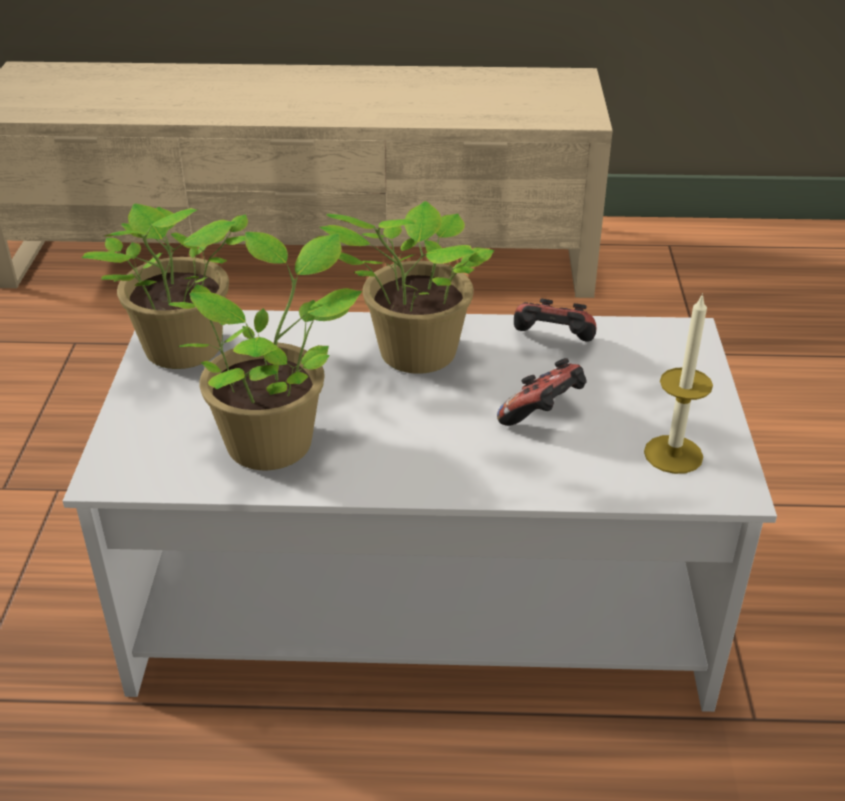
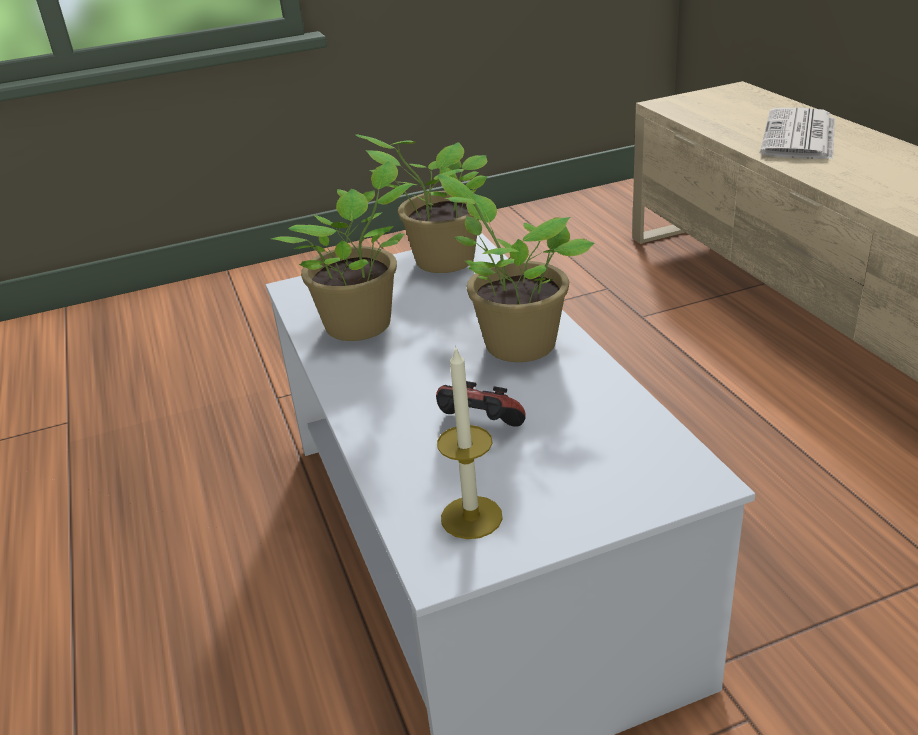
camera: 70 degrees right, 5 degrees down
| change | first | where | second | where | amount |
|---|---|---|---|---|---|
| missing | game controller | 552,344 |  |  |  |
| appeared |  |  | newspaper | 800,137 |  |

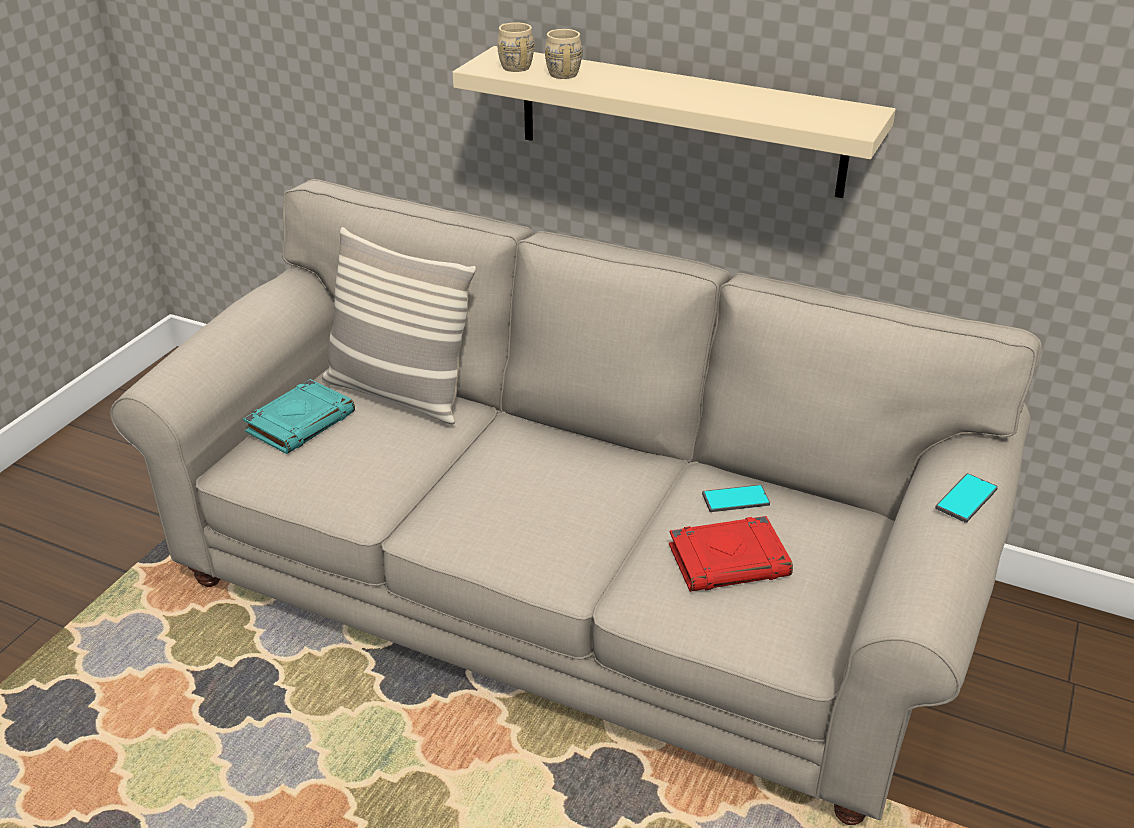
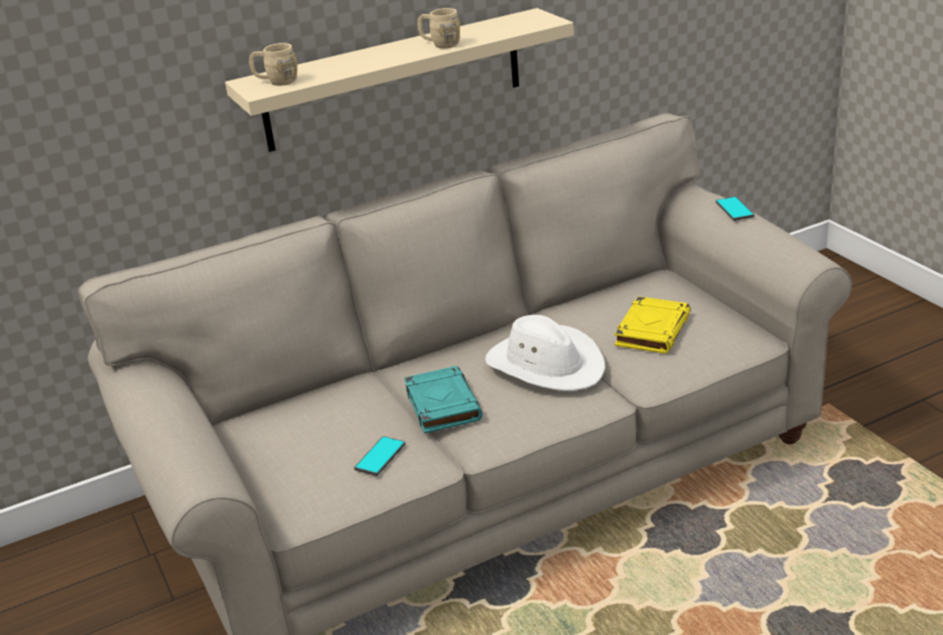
camera: 50 degrees left, 5 degrees down
| change | first | where | second | where | amount |
|---|---|---|---|---|---|
| missing | pillow | 398,394 |  |  |  |
| appeared |  |  | white hat | 546,364 |  |
| relocated | turquoise book | 301,422 |  | 442,404 |  |
| relocated | beige mug | 562,71 |  | 440,44 |  |
| relocated | phone | 735,499 |  | 380,457 |  |
| colour | red book | 729,560 | yellow book | 652,330 |  |

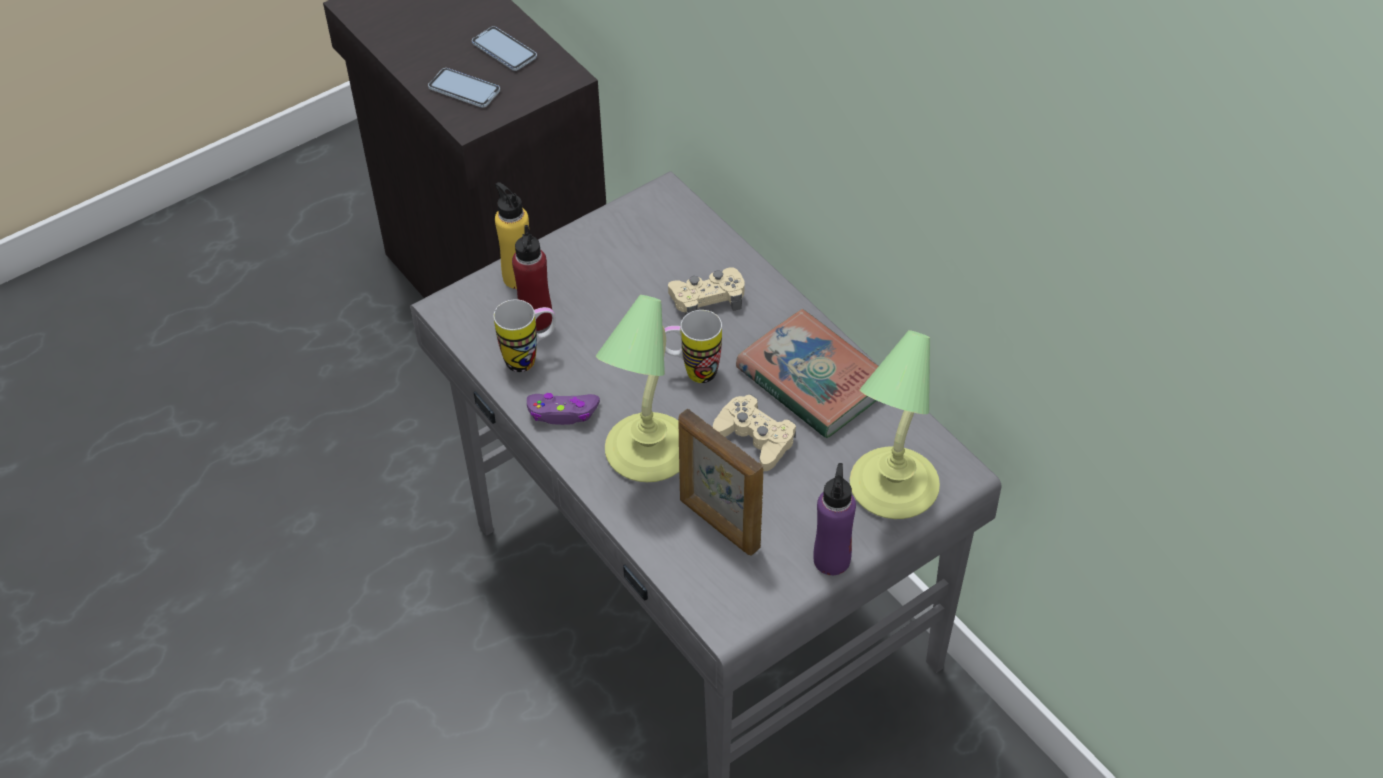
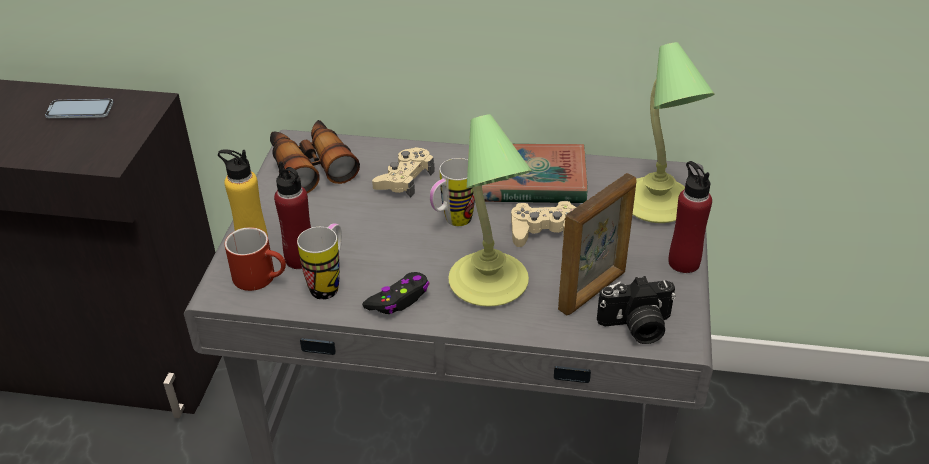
camera: 45 degrees left, 10 degrees down
| change | first | where | second | where | amount |
|---|---|---|---|---|---|
| missing | phone | 464,89 |  |  |  |
| appeared |  |  | red mug | 262,277 |  |
| appeared |  |  | binoculars | 311,165 |  |
| appeared |  |  | photo camera | 636,327 |  |
| colour | purple game controller | 563,413 | black game controller | 399,299 |  |
| colour | purple bottle | 832,560 | red bottle | 683,262 |  |
| spun | picture frame | 718,524 |  | 593,291 | 45 degrees counterclockwise |

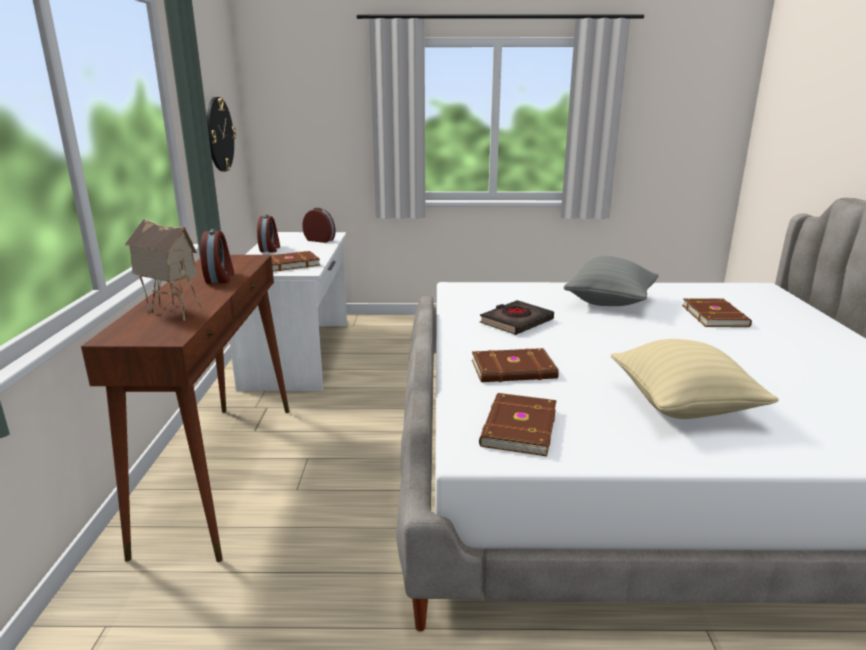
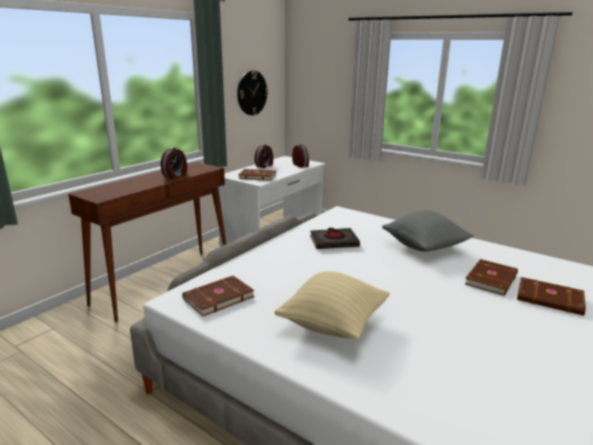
camera: 35 degrees right, 0 degrees up
| change | first | where | second | where | amount |
|---|---|---|---|---|---|
| missing | toy house | 171,312 |  |  |  |
| relocated | brown book | 514,370 |  | 550,299 |  |

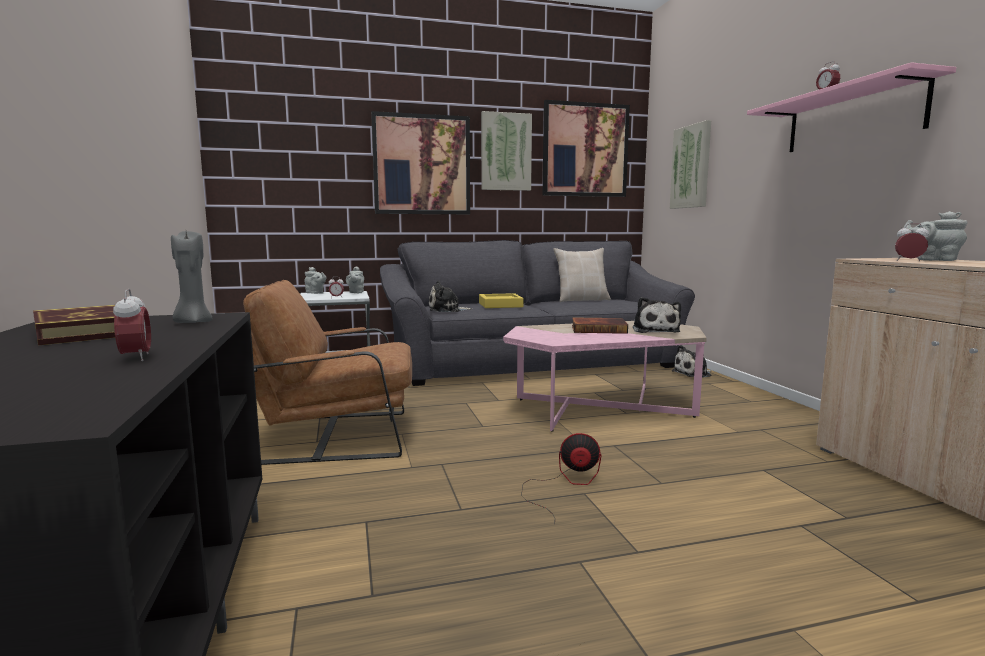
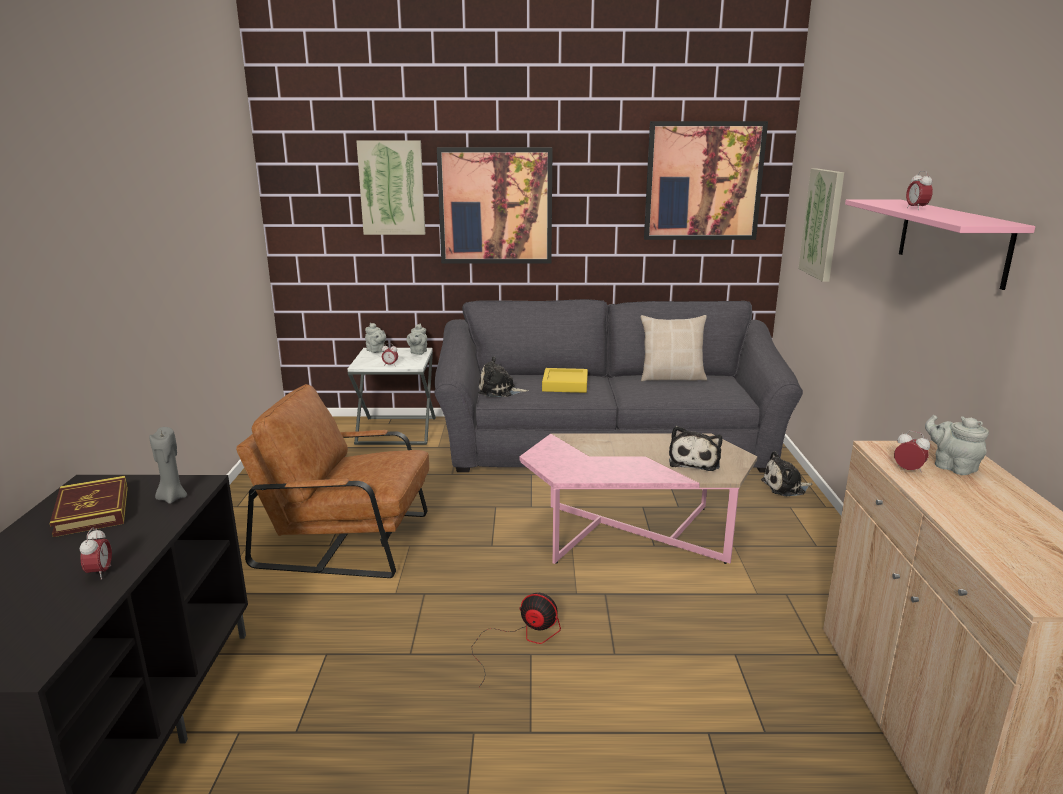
camera: 15 degrees right, 10 degrees up
| change | first | where | second | where | amount |
|---|---|---|---|---|---|
| missing | book | 599,329 |  |  |  |
| relocated | picture | 506,152 |  | 392,188 |  |

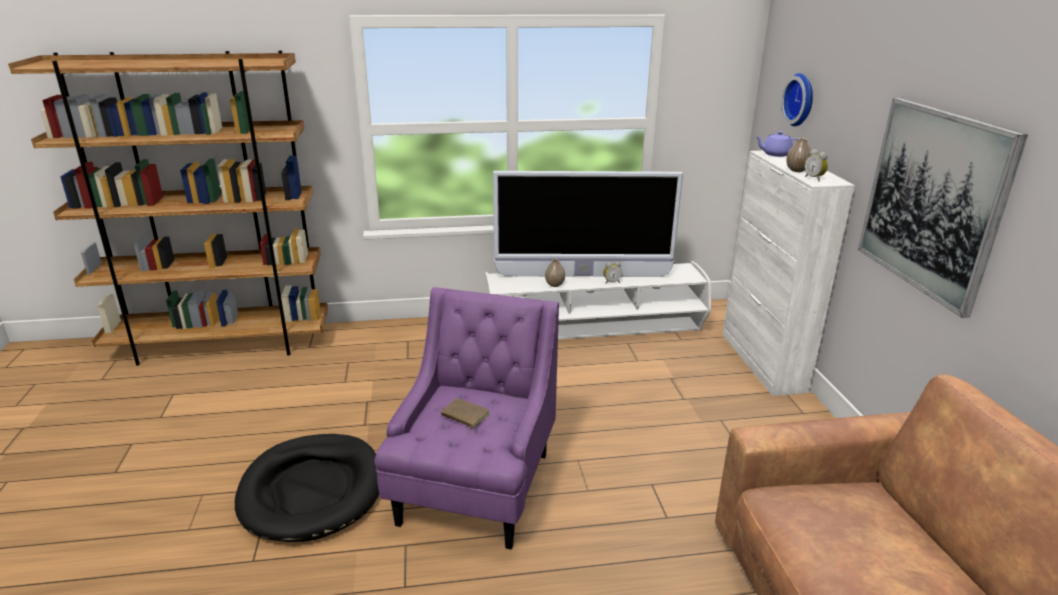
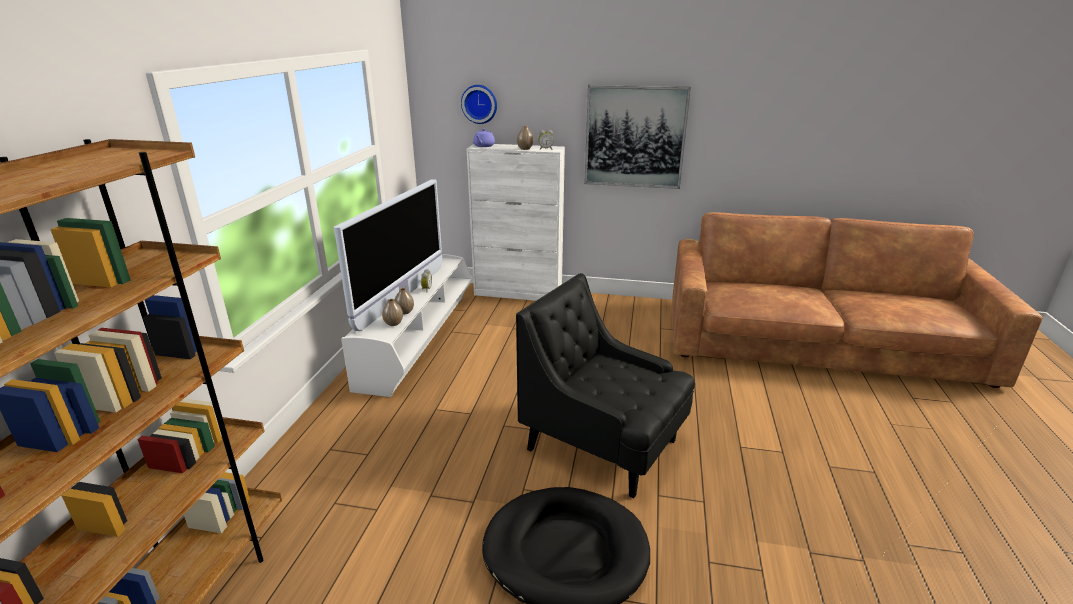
camera: 70 degrees left, 0 degrees up
| change | first | where | second | where | amount |
|---|---|---|---|---|---|
| missing | brown book | 464,416 |  |  |  |
| appeared |  |  | vase | 393,323 |  |
| colour | purple armchair | 475,490 | black armchair | 603,446 |  |

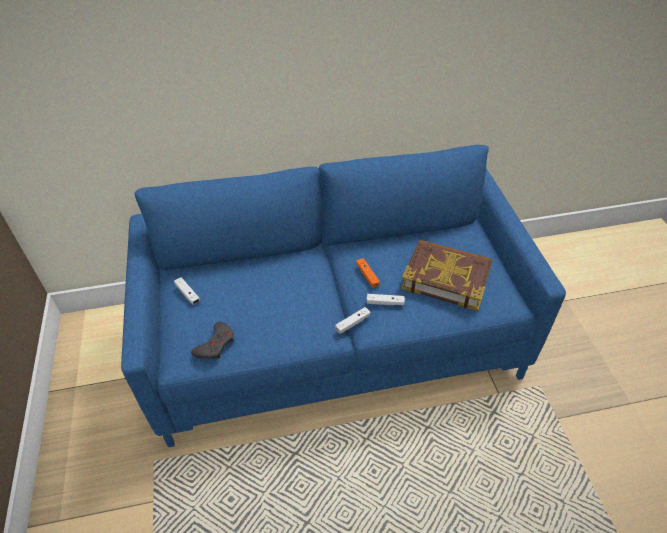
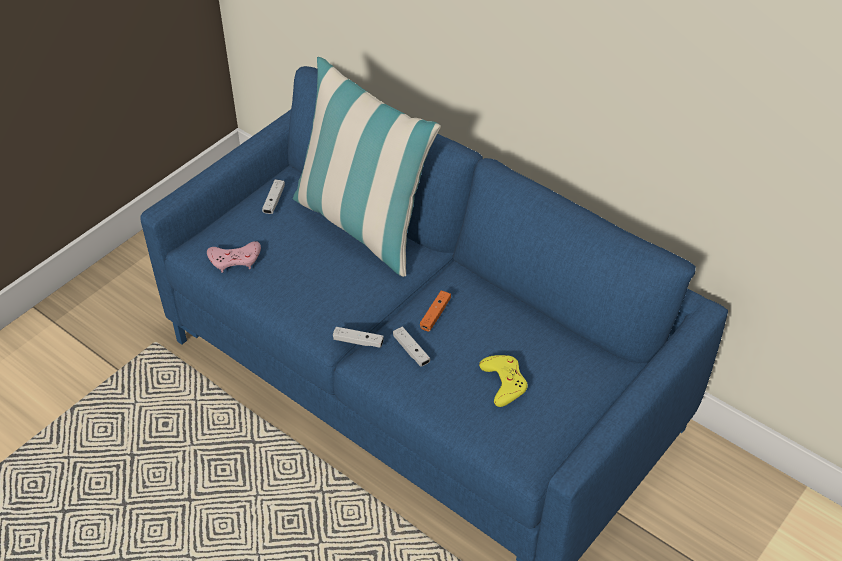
camera: 50 degrees right, 0 degrees up
| change | first | where | second | where | amount |
|---|---|---|---|---|---|
| appeared |  |  | pillow | 362,225 |  |
| exchanged | book | 446,277 | yellow game controller | 504,382 |  |
| colour | grey game controller | 215,344 | pink game controller | 235,259 |  |

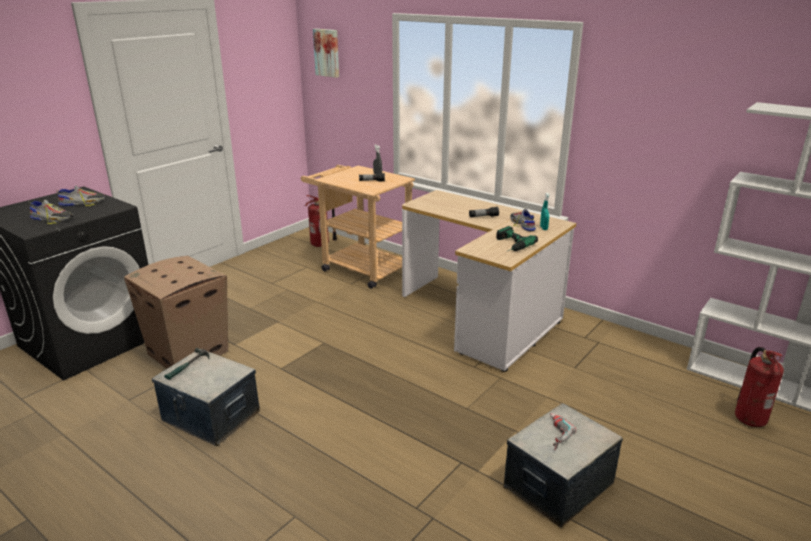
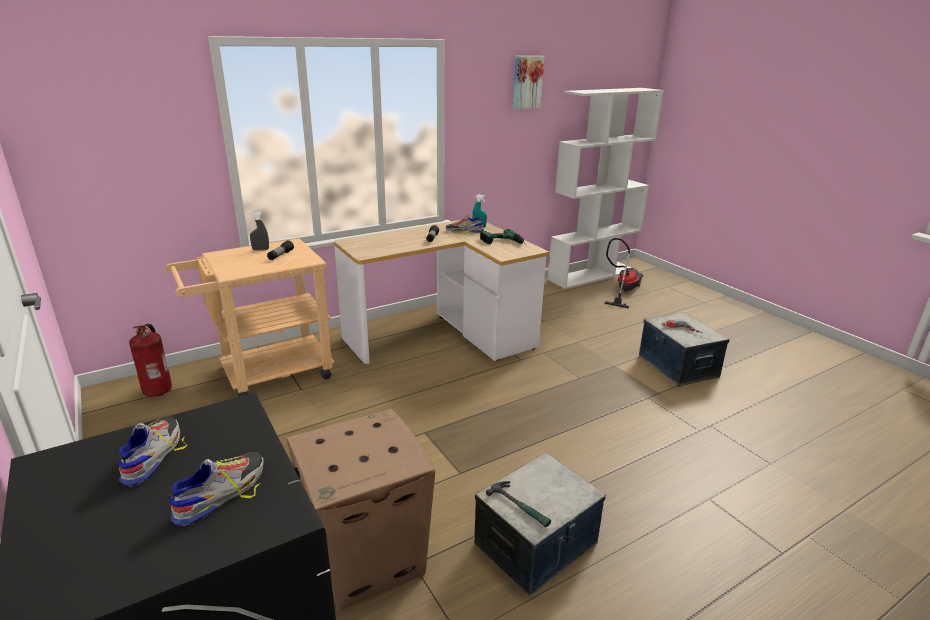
camera: 70 degrees left, 0 degrees up
| change | first | where | second | where | amount |
|---|---|---|---|---|---|
| relocated | picture | 327,52 |  | 526,82 |  |
| exchanged | fire extinguisher | 749,418 | vacuum cleaner | 622,290 |  |

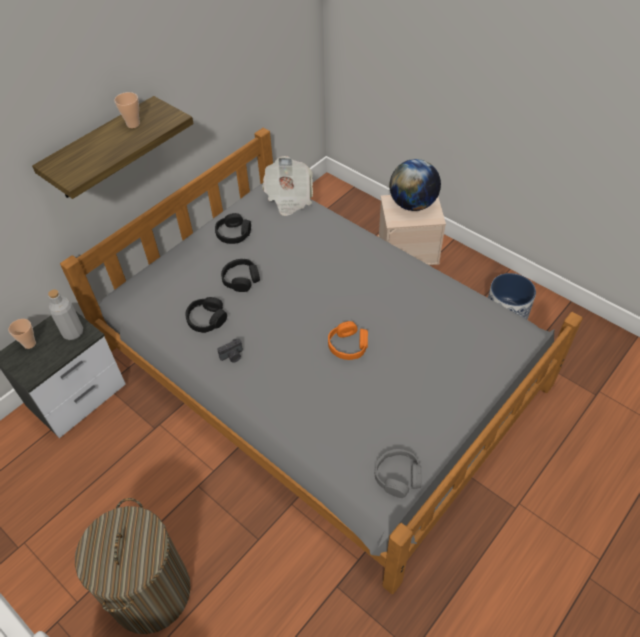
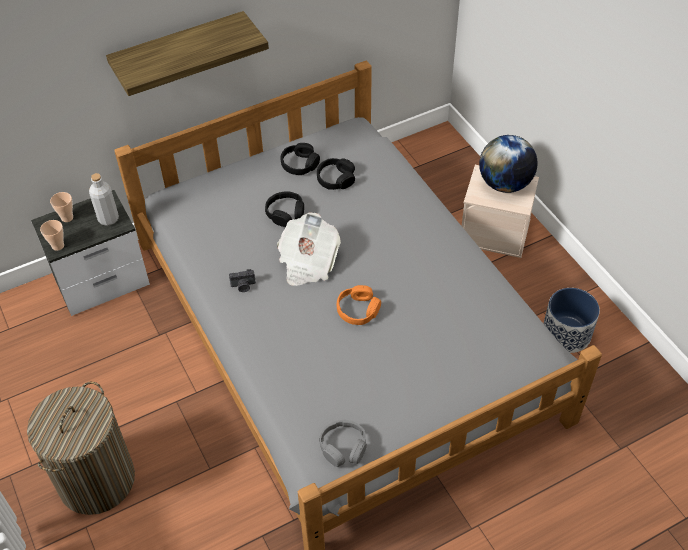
camera: 20 degrees right, 0 degrees up
| change | first | where | second | where | amount |
|---|---|---|---|---|---|
| relocated | cup | 133,124 |  | 58,246 |  |
| relocated | black headphones | 206,319 |  | 336,179 |  |
| relocated | newspaper | 289,197 |  | 307,262 |  |

